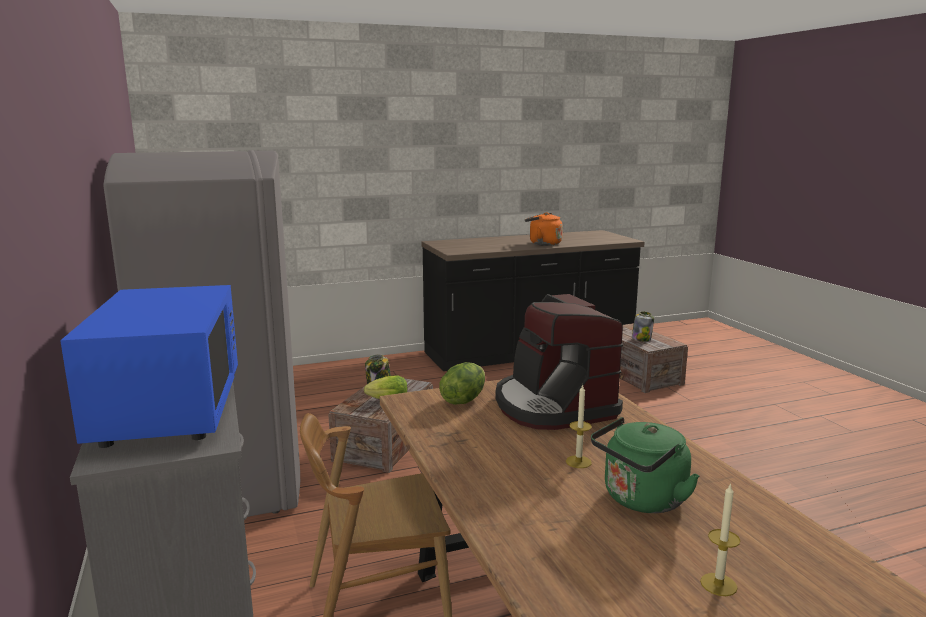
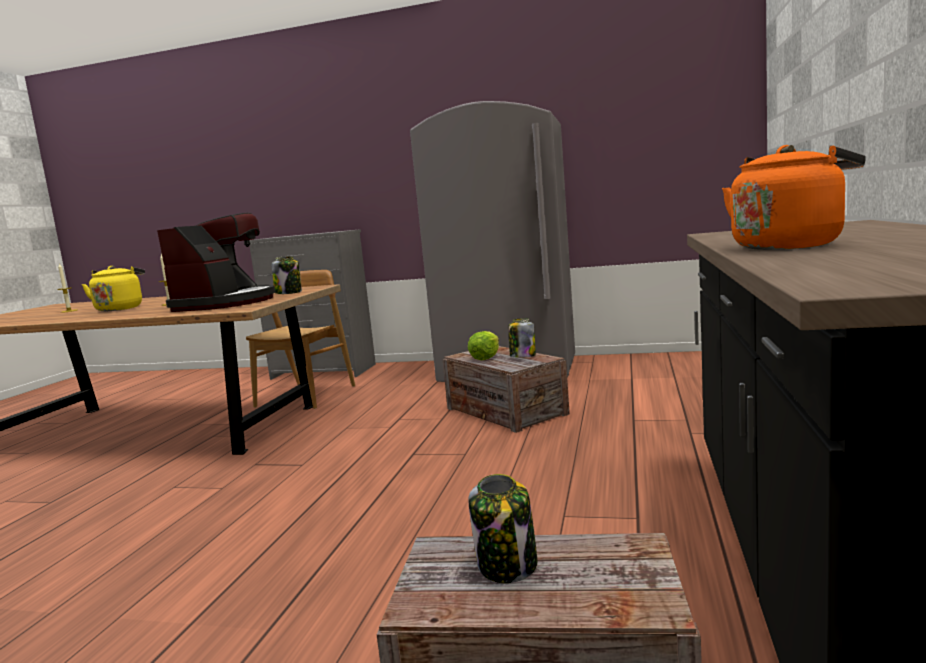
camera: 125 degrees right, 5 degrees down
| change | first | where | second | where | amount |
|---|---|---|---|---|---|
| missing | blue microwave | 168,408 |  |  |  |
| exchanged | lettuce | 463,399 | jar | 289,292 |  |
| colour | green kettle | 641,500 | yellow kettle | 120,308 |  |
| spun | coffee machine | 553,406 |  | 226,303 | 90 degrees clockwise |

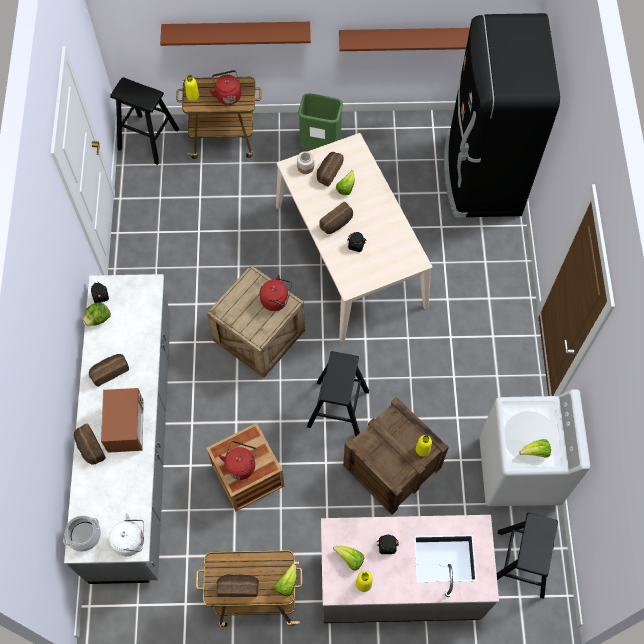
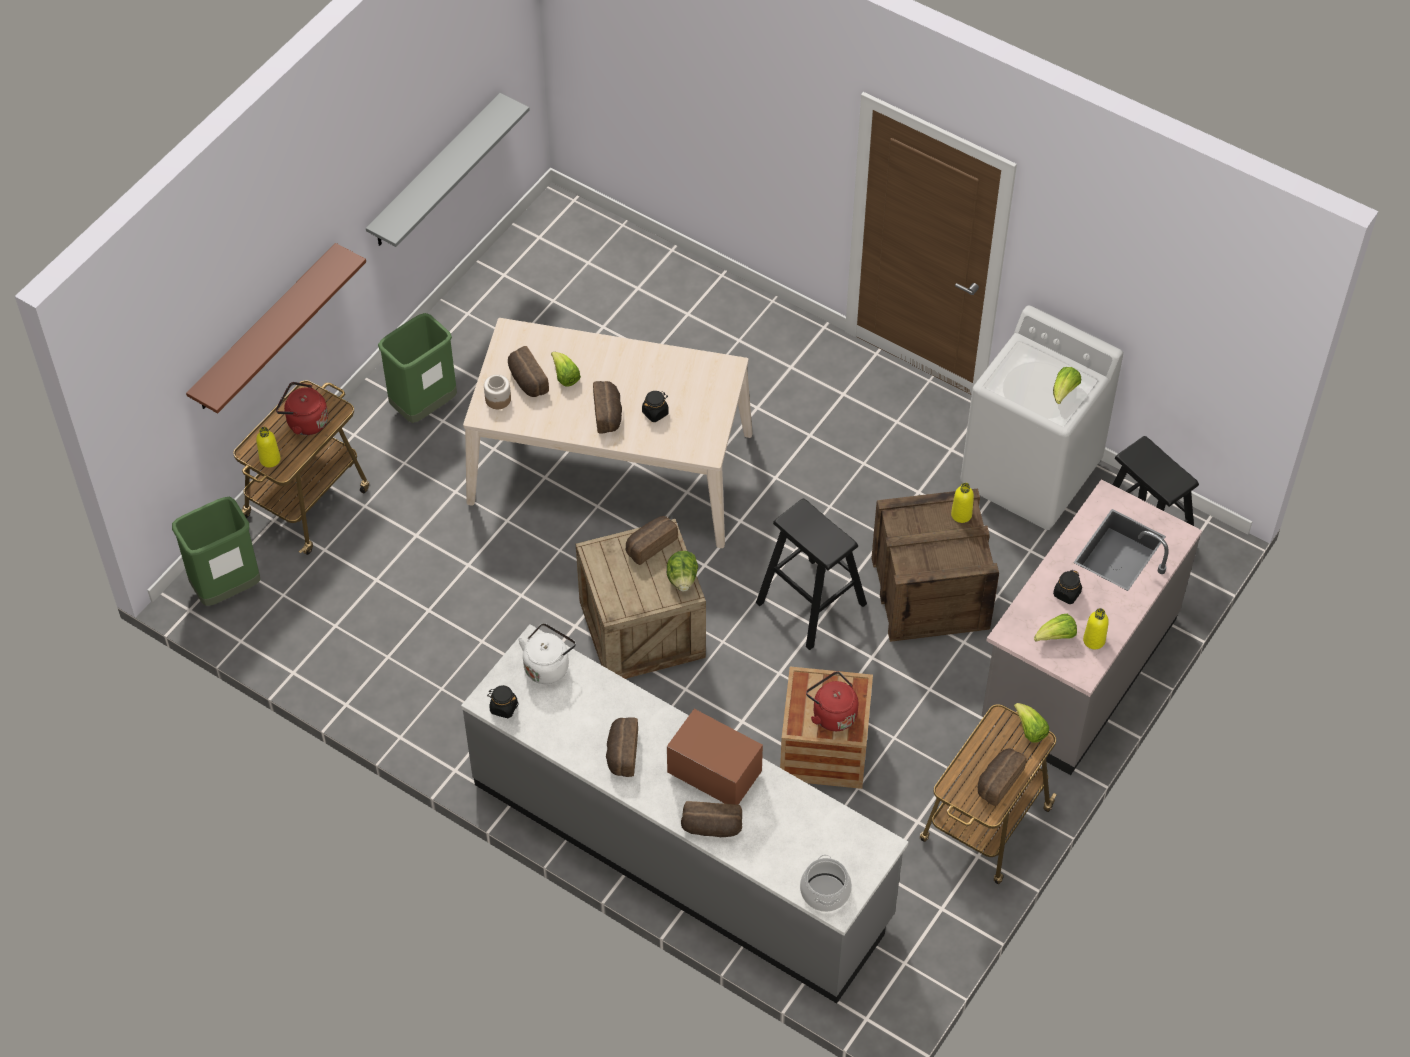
camera: 55 degrees left, 10 degrees down
| change | first | where | second | where | amount |
|---|---|---|---|---|---|
| missing | black fridge | 481,175 |  |  |  |
| relocated | lettuce | 98,319 |  | 682,579 |  |
| relocated | white kettle | 131,541 |  | 548,665 |  |
| exchanged | black stool | 148,139 | green trash can | 227,589 |  |
| exchanged | red kettle | 276,300 | bread | 650,544 |  |
| colour | brown shelf | 411,37 | grey shelf | 435,172 |  |

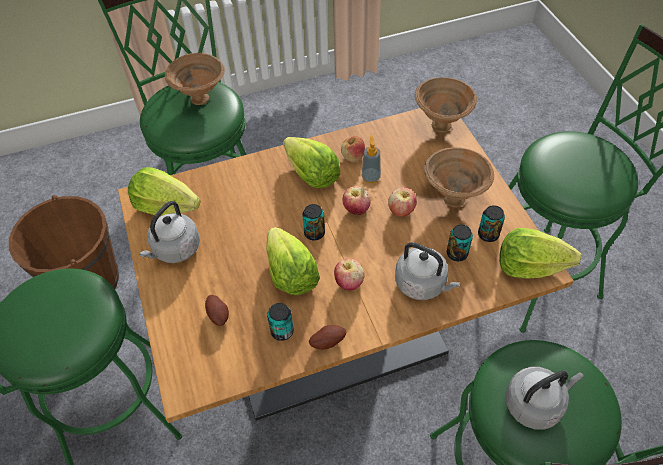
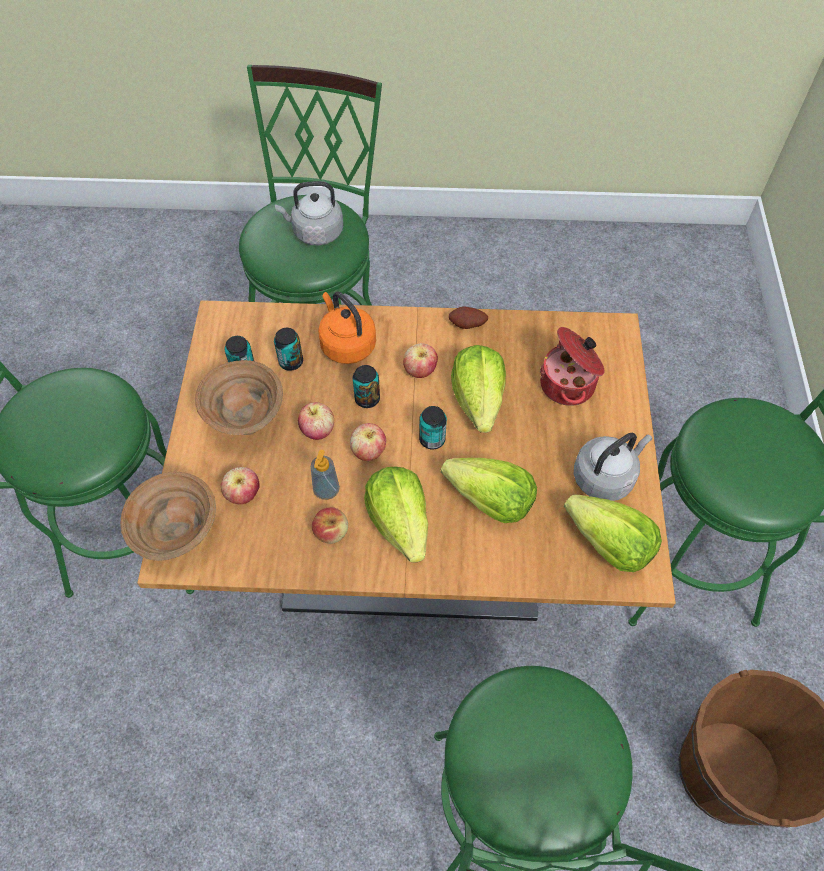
camera: 160 degrees left, 5 degrees up
| change | first | where | second | where | amount |
|---|---|---|---|---|---|
| missing | brown bowl | 201,98 |  |  |  |
| appeared |  |  | apple | 243,495 |  |
| relocated | can | 282,331 |  | 367,399 |  |
| relocated | lettuce | 529,266 |  | 490,501 |  |
| exchanged | potato | 218,315 | cooking pot | 569,385 |  |
| colour | grey kettle | 423,284 | orange kettle | 346,344 |  |

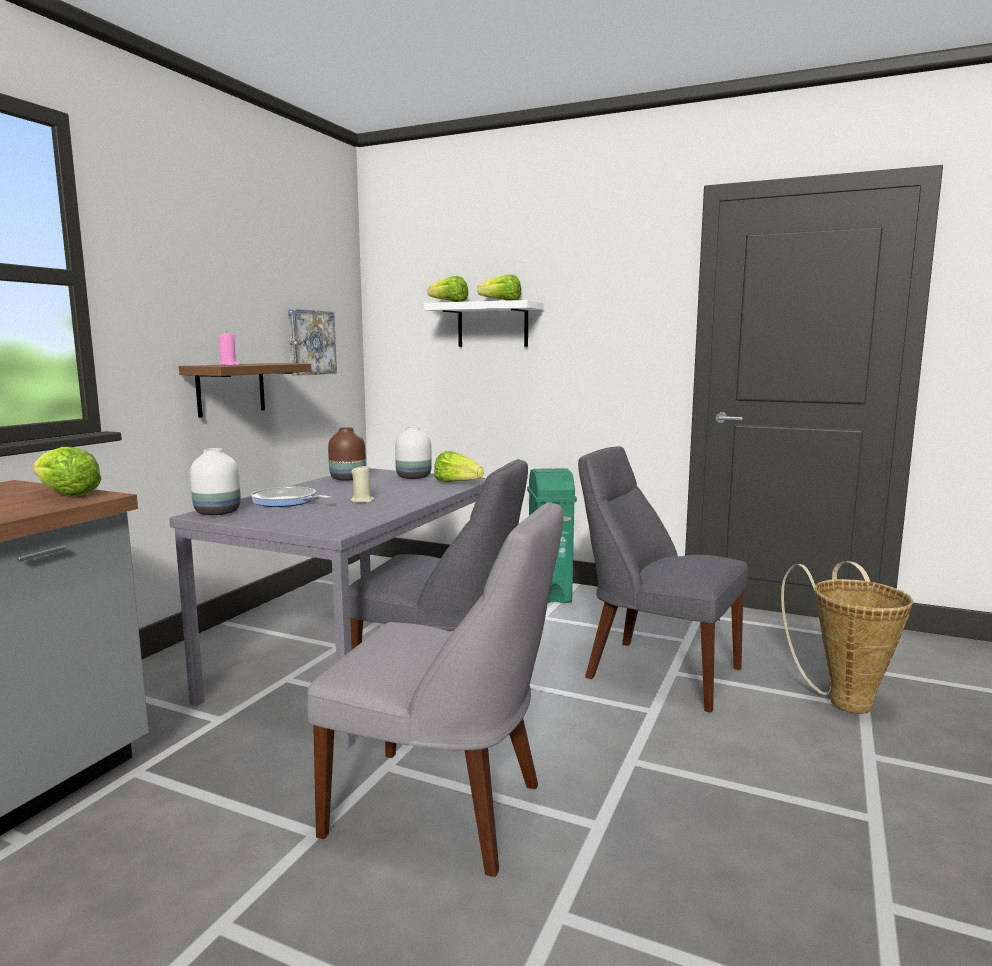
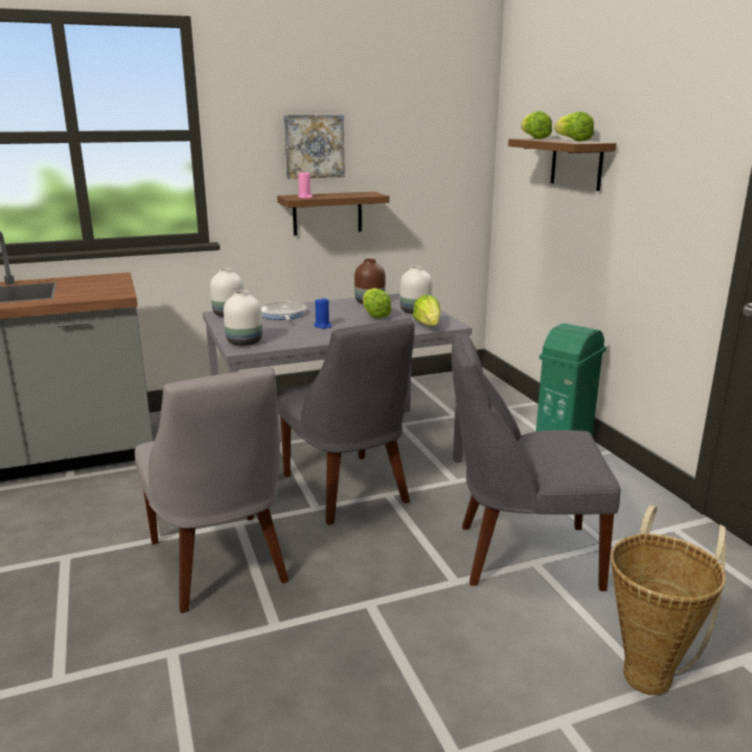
camera: 45 degrees right, 10 degrees up
| change | first | where | second | where | amount |
|---|---|---|---|---|---|
| appeared |  |  | white vase | 245,342 |  |
| relocated | lettuce | 67,494 |  | 375,316 |  |
| relocated | picture | 310,342 |  | 313,146 |  |
| colour | beige candle | 362,501 | blue candle | 323,326 |  |
| colour | white shelf | 492,325 | brown shelf | 576,163 |  |
| spun | grey chair | 656,671 |  | 520,555 | 75 degrees counterclockwise |

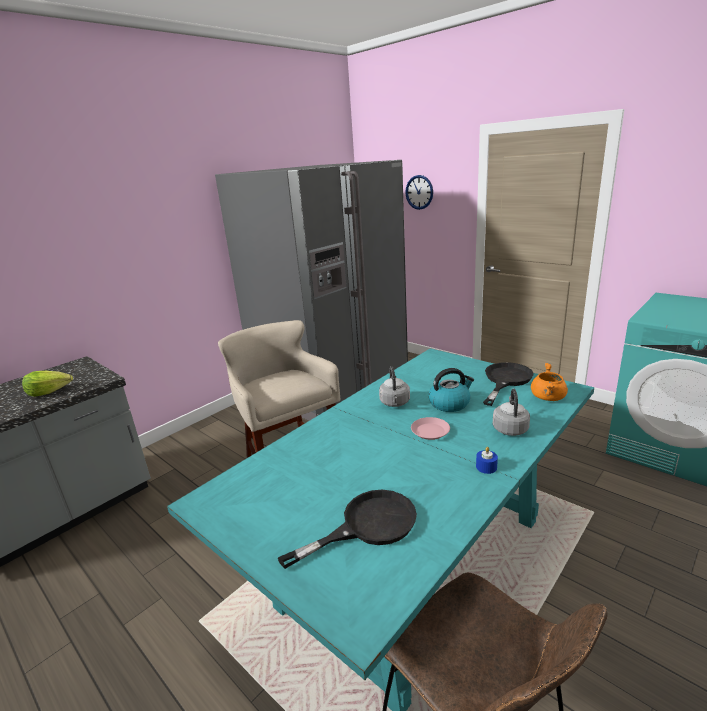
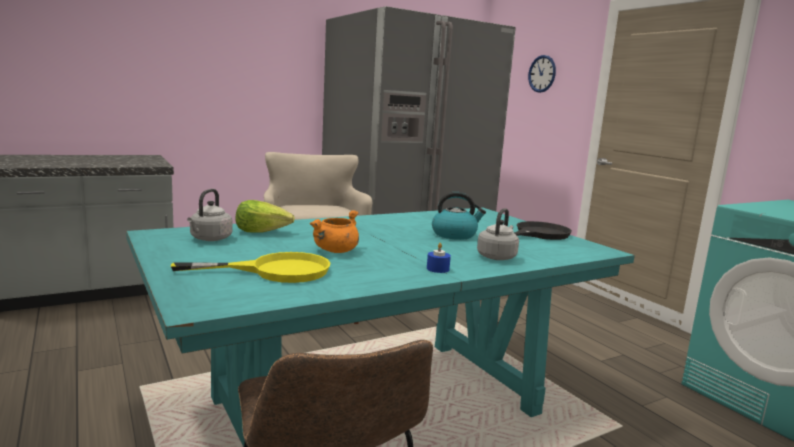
camera: 15 degrees right, 10 degrees down
| change | first | where | second | where | amount |
|---|---|---|---|---|---|
| missing | pink plate | 430,431 |  |  |  |
| relocated | lettuce | 50,392 |  | 262,231 |  |
| relocated | grey kettle | 395,403 |  | 210,239 |  |
| relocated | orange cooking pot | 548,398 |  | 335,251 |  |
| colour | black frying pan | 367,526 | yellow frying pan | 275,271 |  |

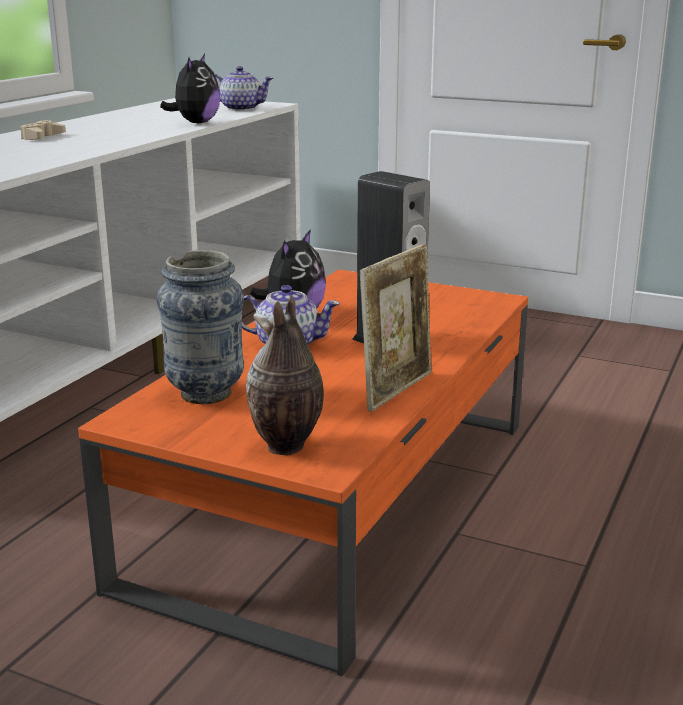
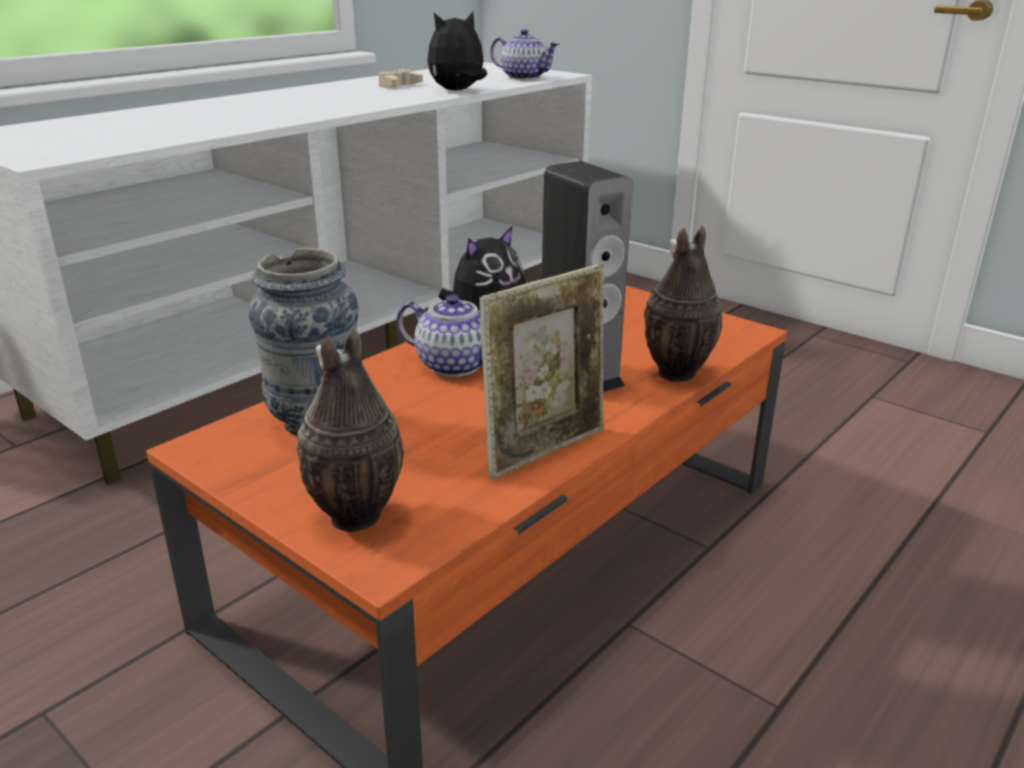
camera: 15 degrees right, 5 degrees up
| change | first | where | second | where | amount |
|---|---|---|---|---|---|
| appeared |  |  | vase | 675,374 |  |
| relocated | beige game controller | 42,137 |  | 399,85 |  |
| spun | plush toy | 195,123 |  | 457,91 | 150 degrees counterclockwise |

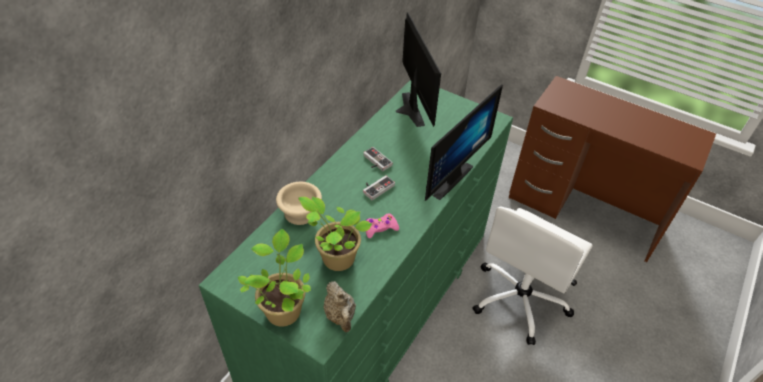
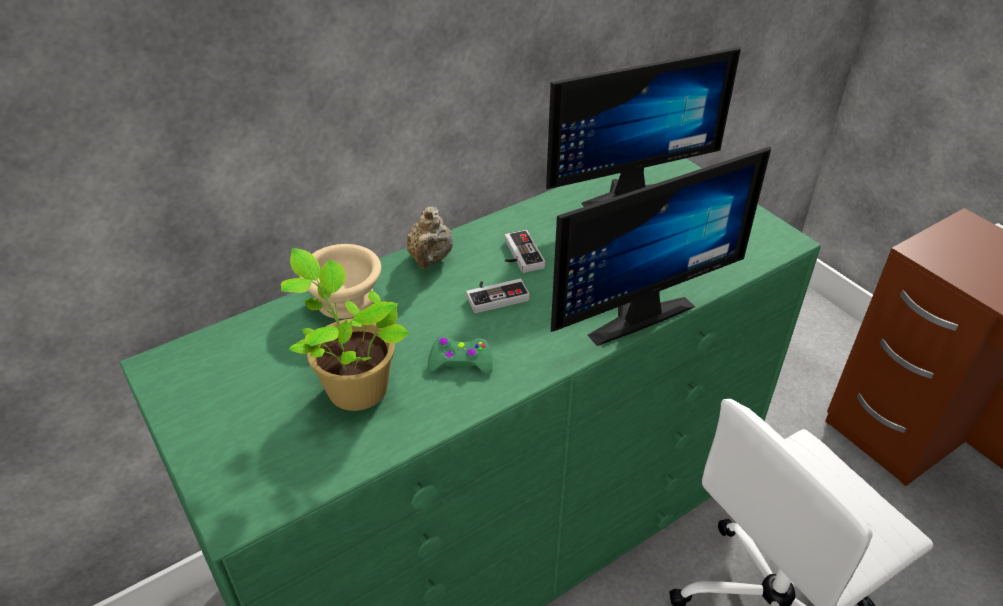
camera: 25 degrees right, 5 degrees down
| change | first | where | second | where | amount |
|---|---|---|---|---|---|
| missing | potted plant | 283,309 |  |  |  |
| relocated | beige teapot | 340,316 |  | 430,259 |  |
| colour | pink game controller | 380,228 | green game controller | 460,362 |  |
| spun | monitor | 406,110 |  | 623,190 | 60 degrees clockwise |

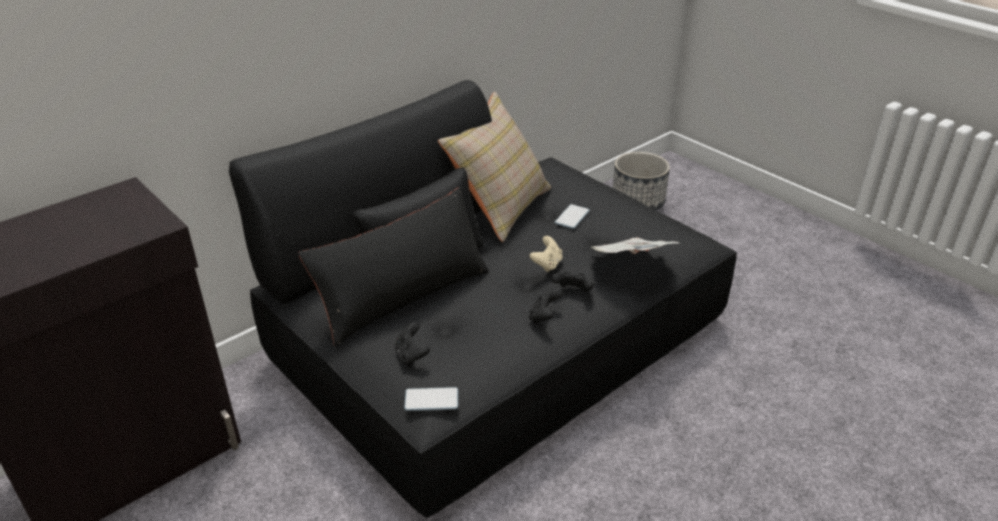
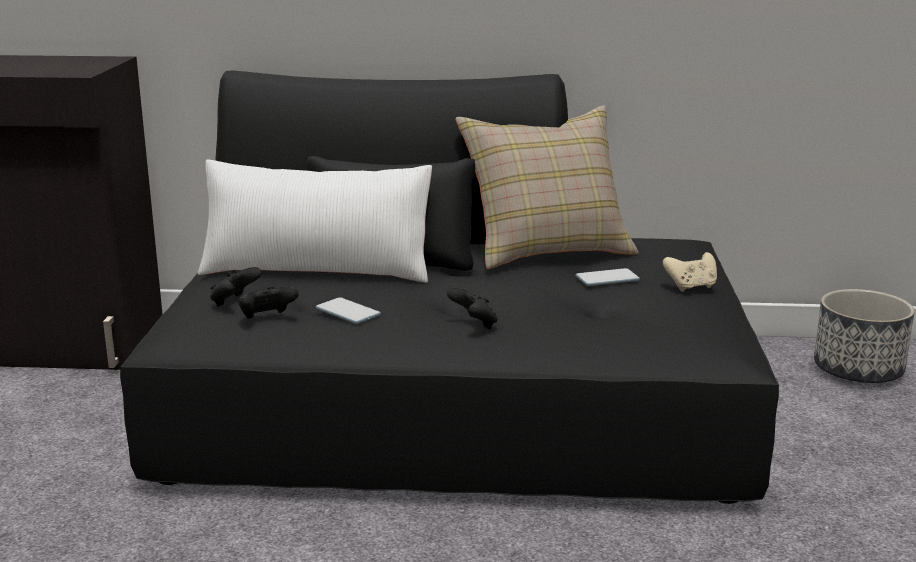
camera: 45 degrees right, 15 degrees down
| change | first | where | second | where | amount |
|---|---|---|---|---|---|
| missing | newspaper | 631,264 |  |  |  |
| relocated | phone | 431,400 |  | 348,312 |  |
| relocated | beige game controller | 547,264 |  | 691,287 |  |
| relocated | black game controller | 544,317 |  | 267,318 |  |
| colour | black pillow | 403,296 | white pillow | 317,269 |  |

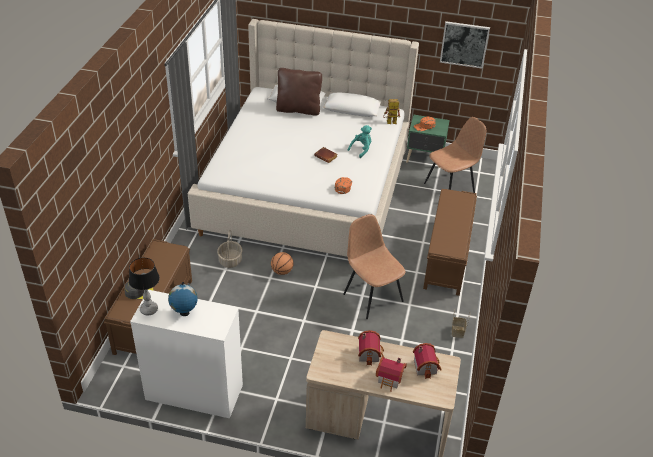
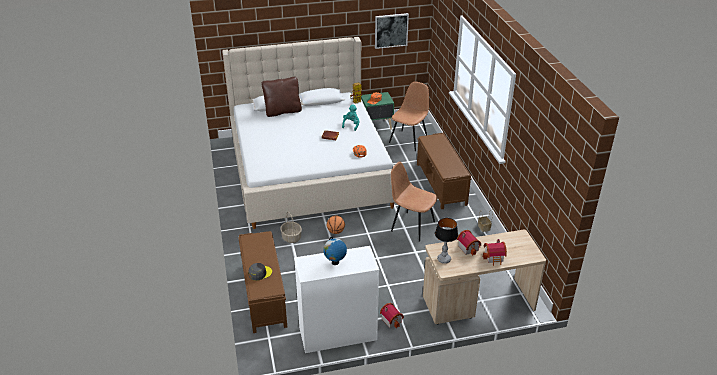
camera: 25 degrees left, 5 degrees down
| change | first | where | second | where | amount |
|---|---|---|---|---|---|
| relocated | table lamp | 149,309 |  | 444,259 |  |
| relocated | toy house | 426,366 |  | 392,319 |  |

